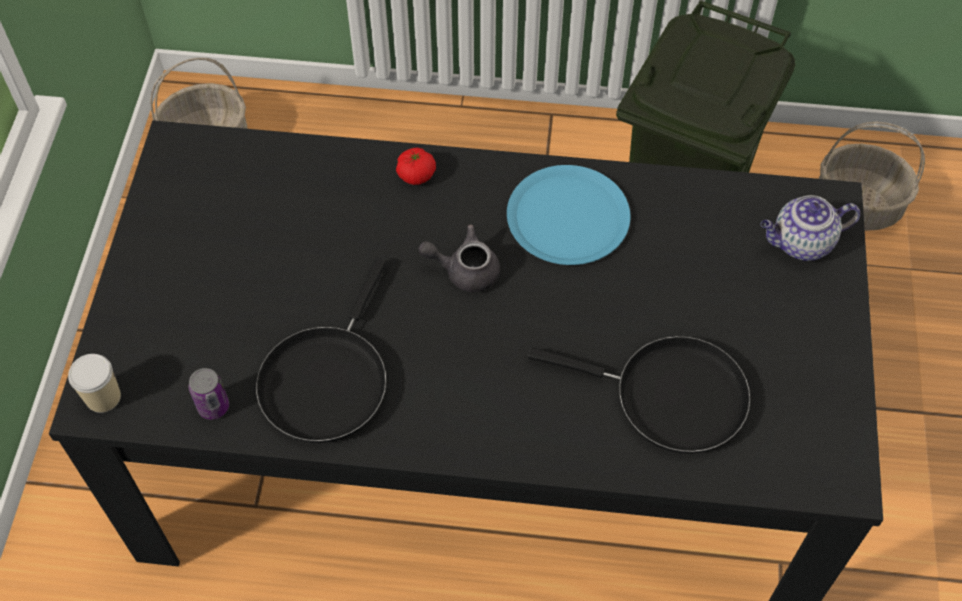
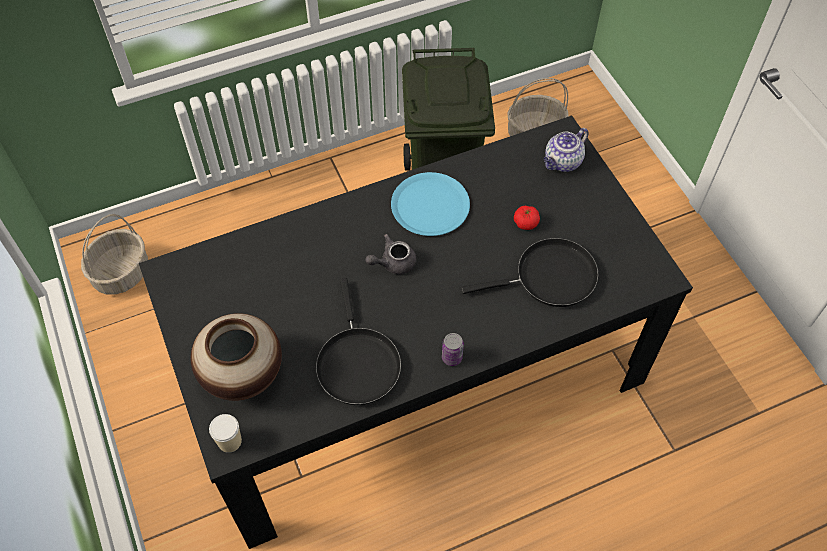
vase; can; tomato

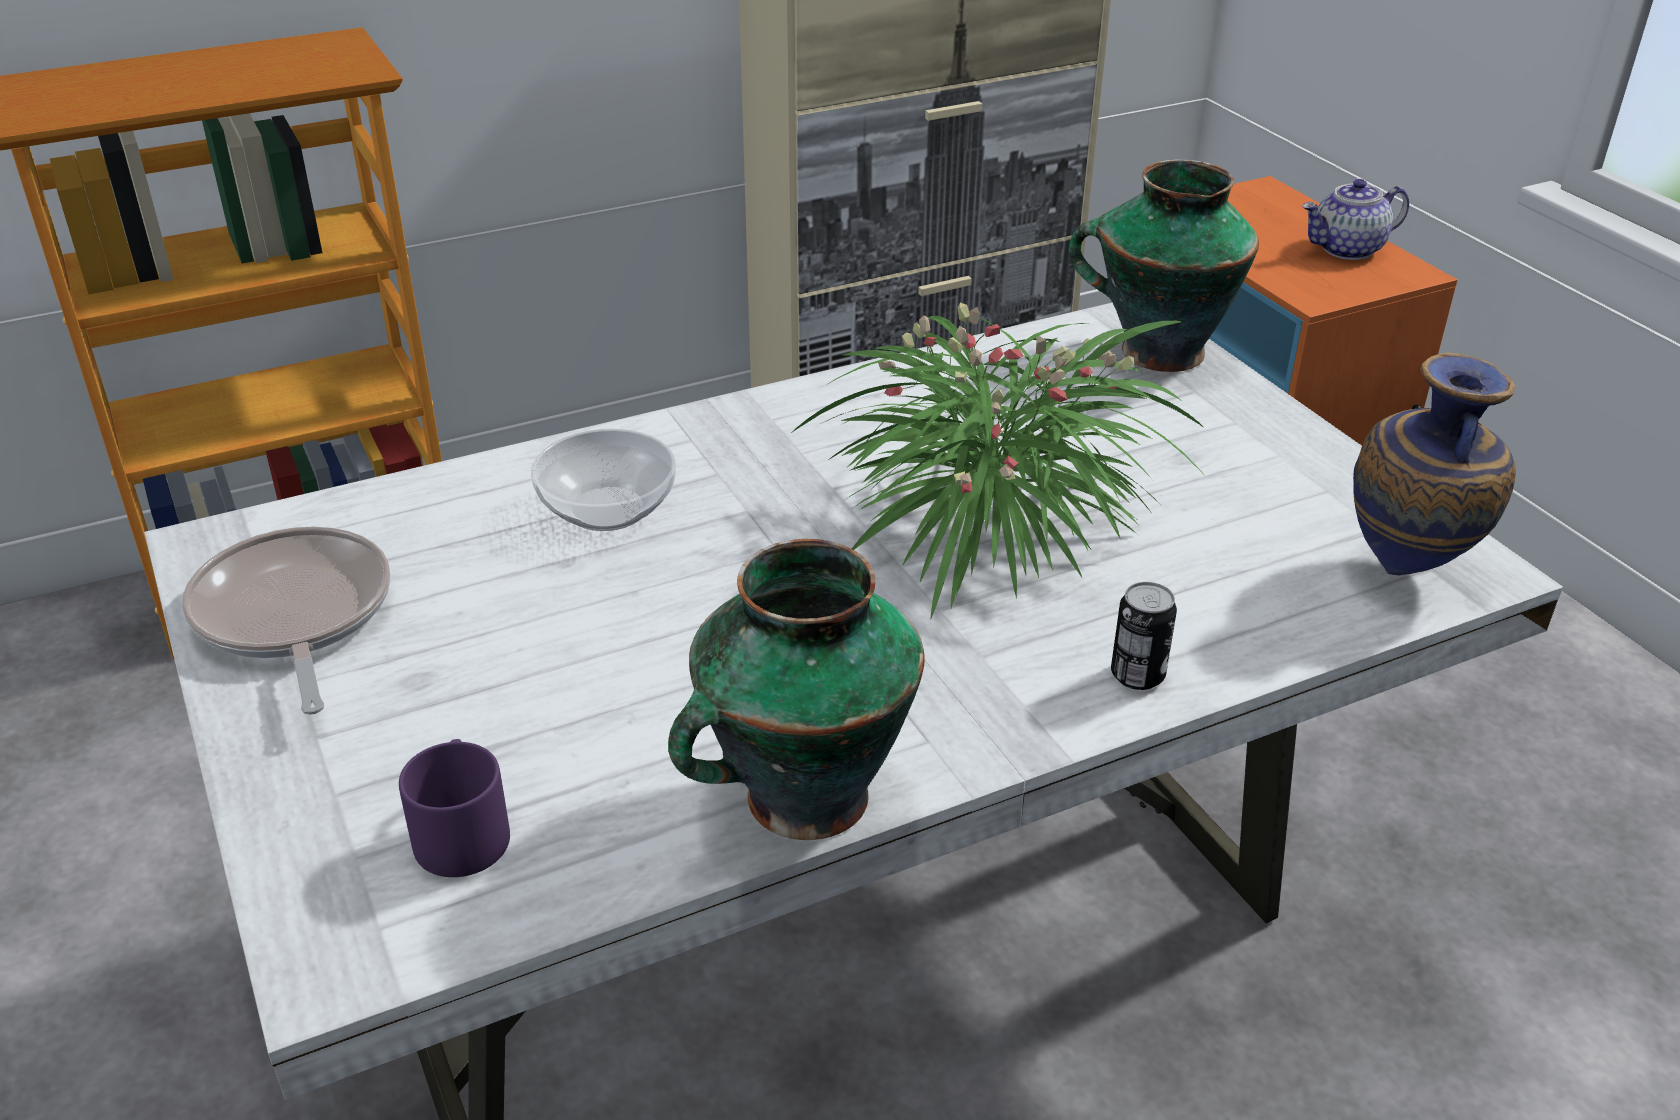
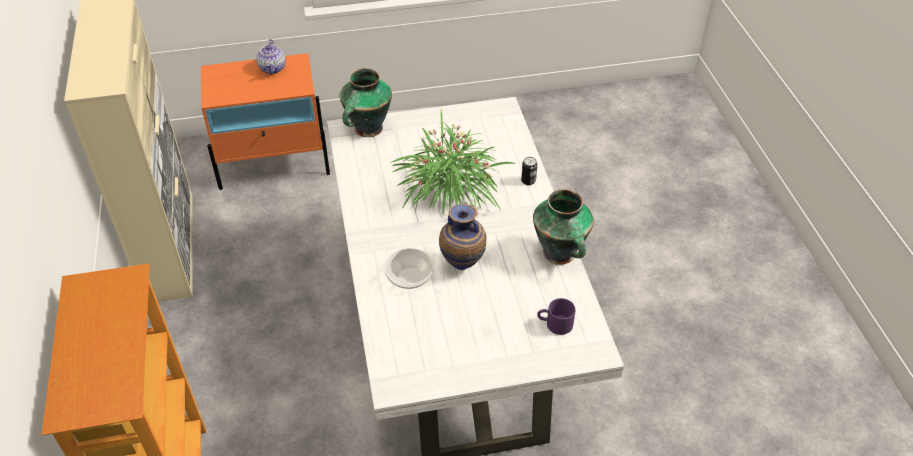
vase (2nd from left); frying pan

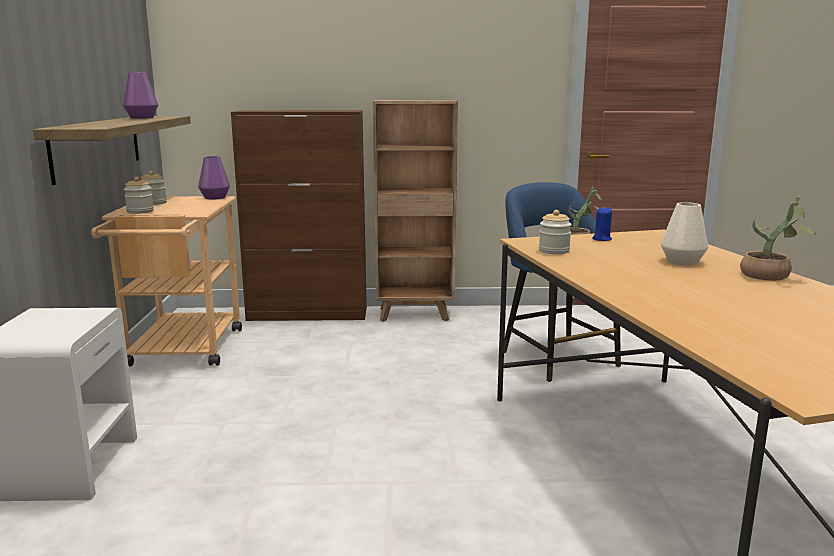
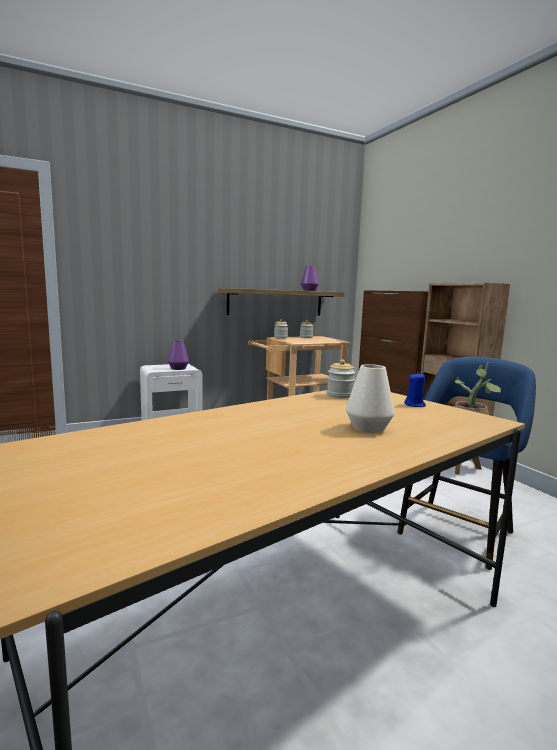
purple vase (1st from left); potted plant (2nd from left in the first image)

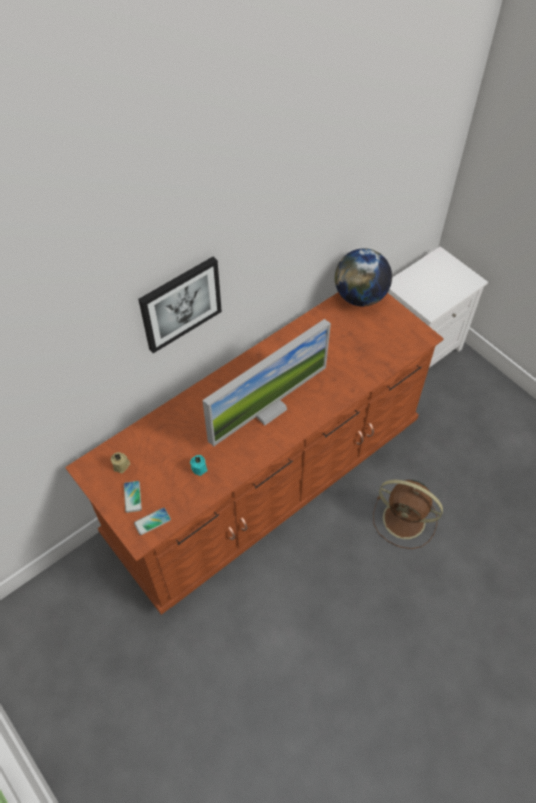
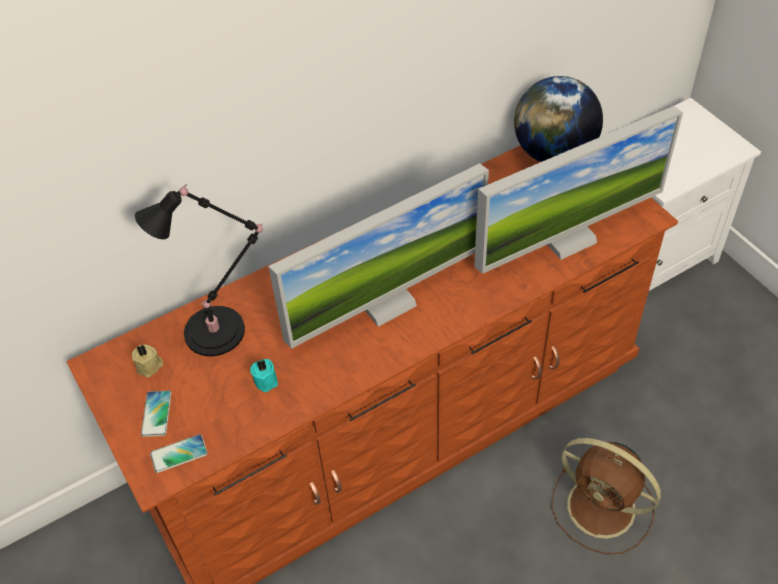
black table lamp; monitor (2nd from left); picture

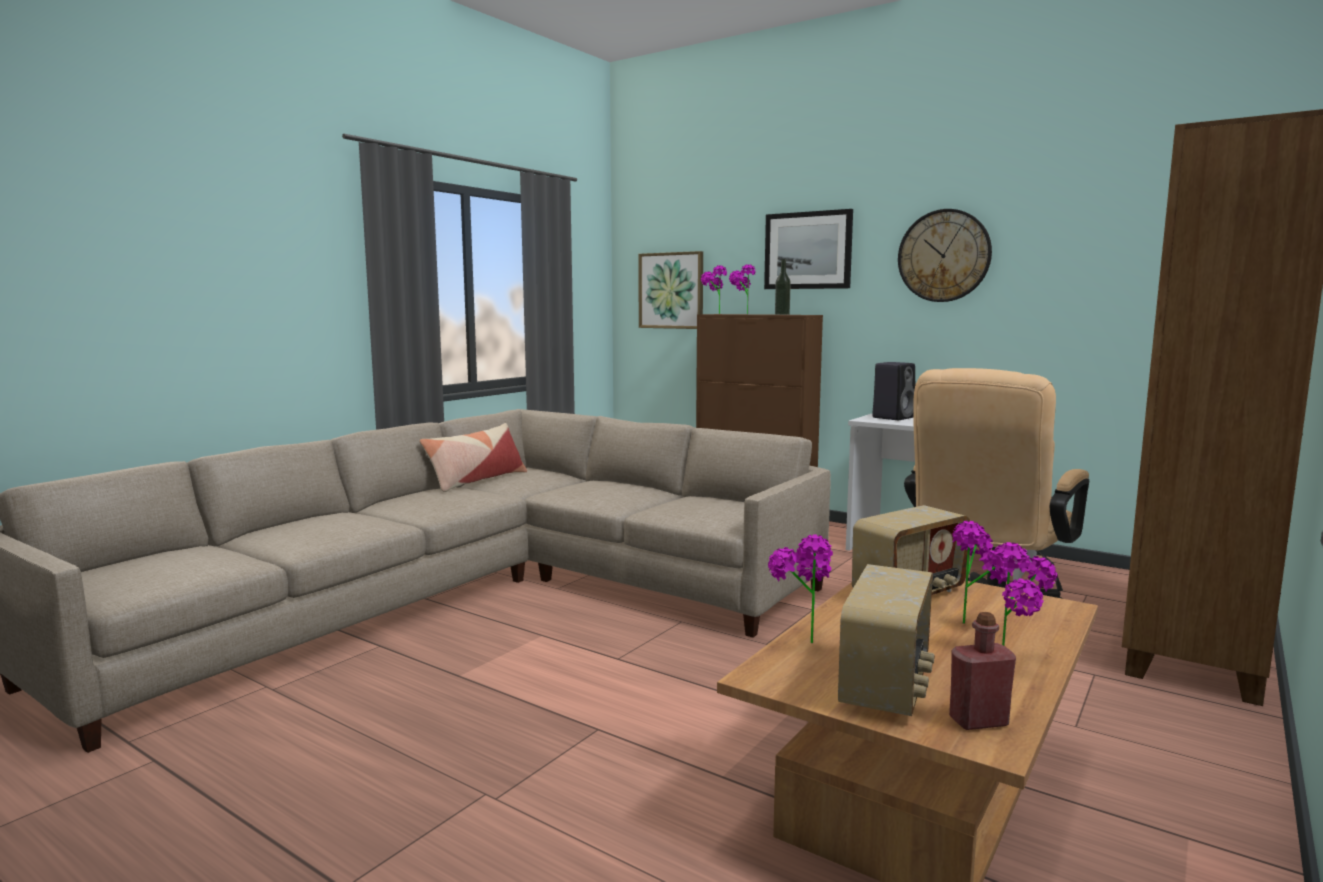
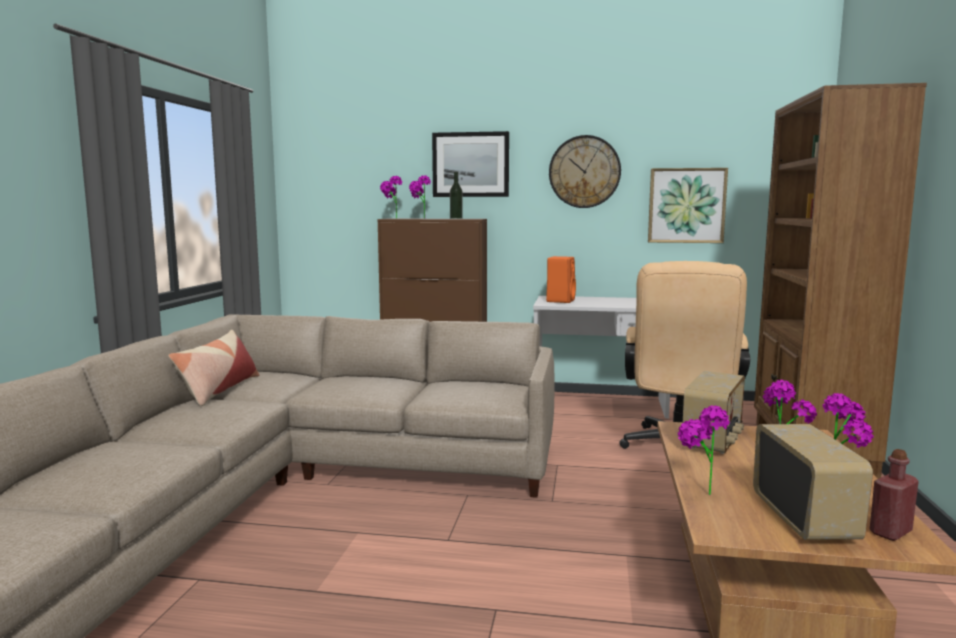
orange speaker; picture (2nd from left)

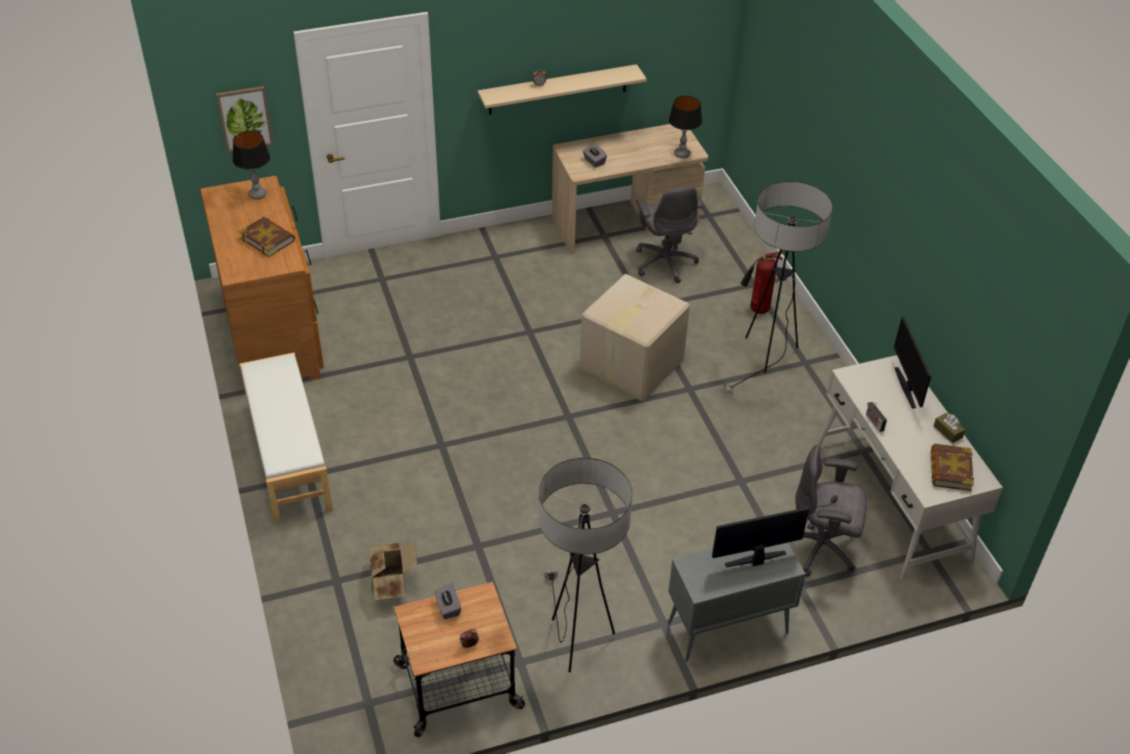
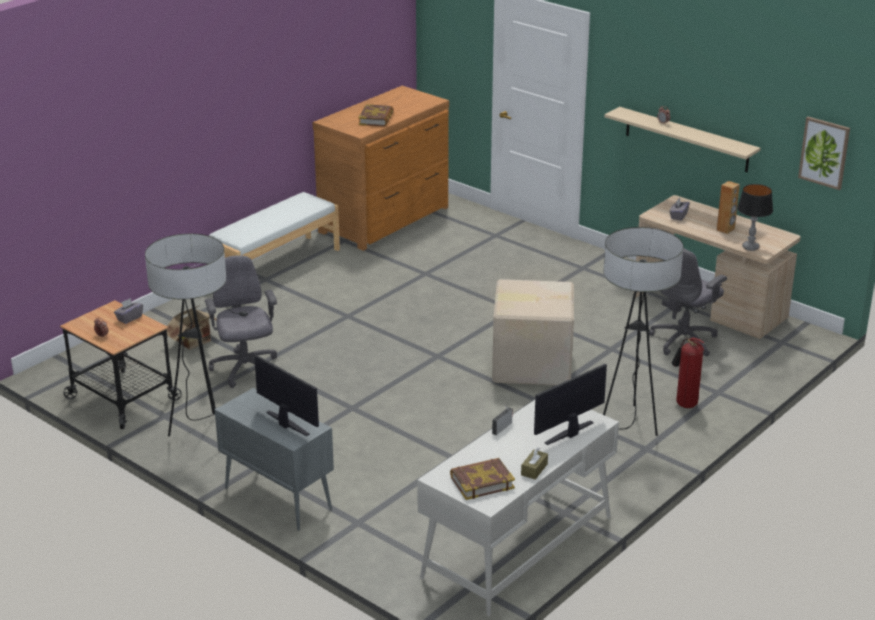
grey office chair (1st from left); brown speaker; picture; table lamp (1st from left in the first image)

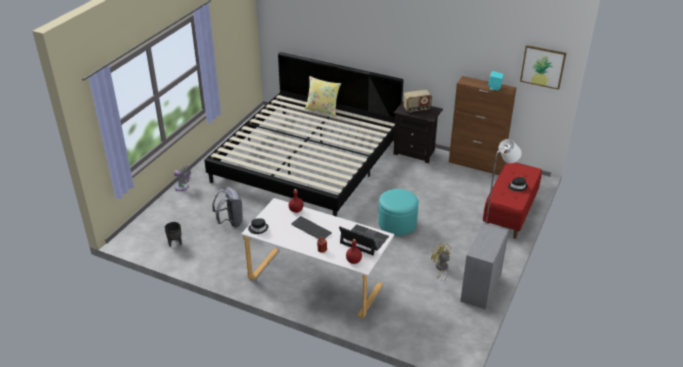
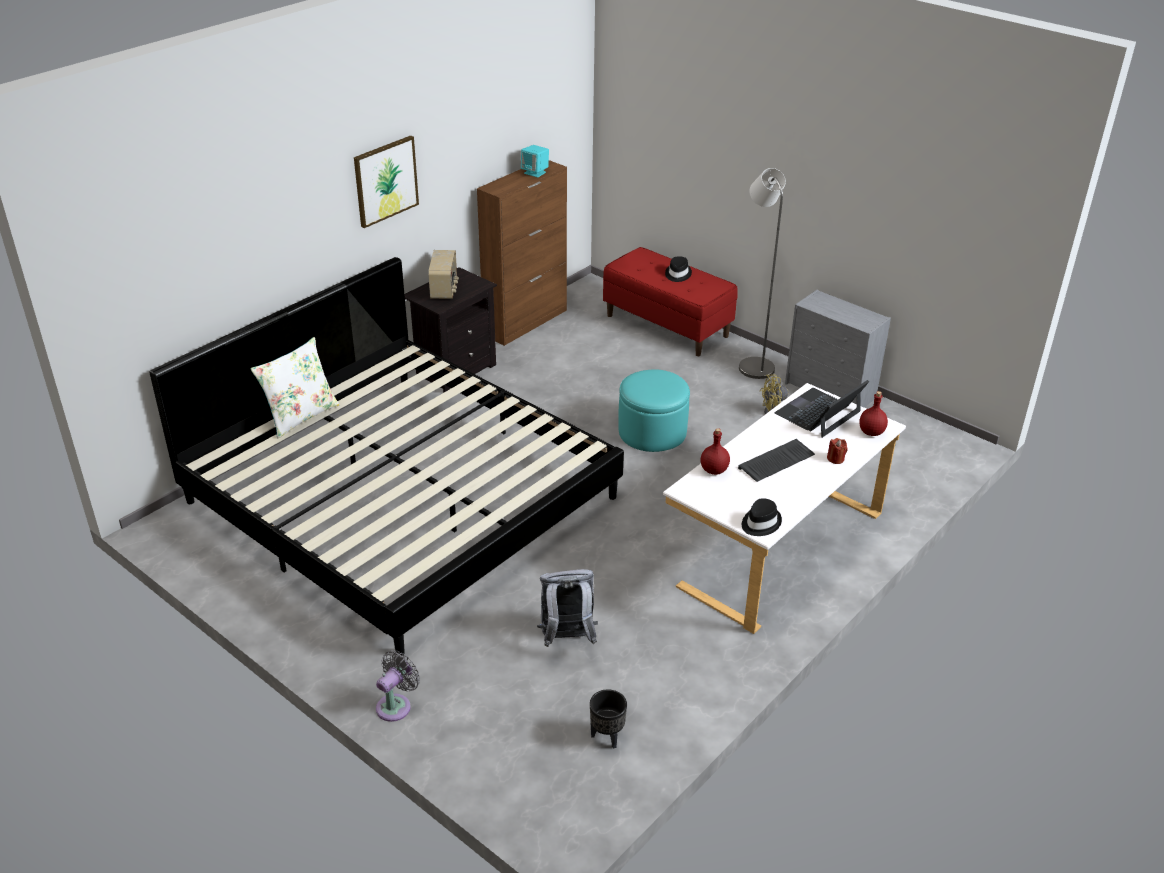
white pillow; picture

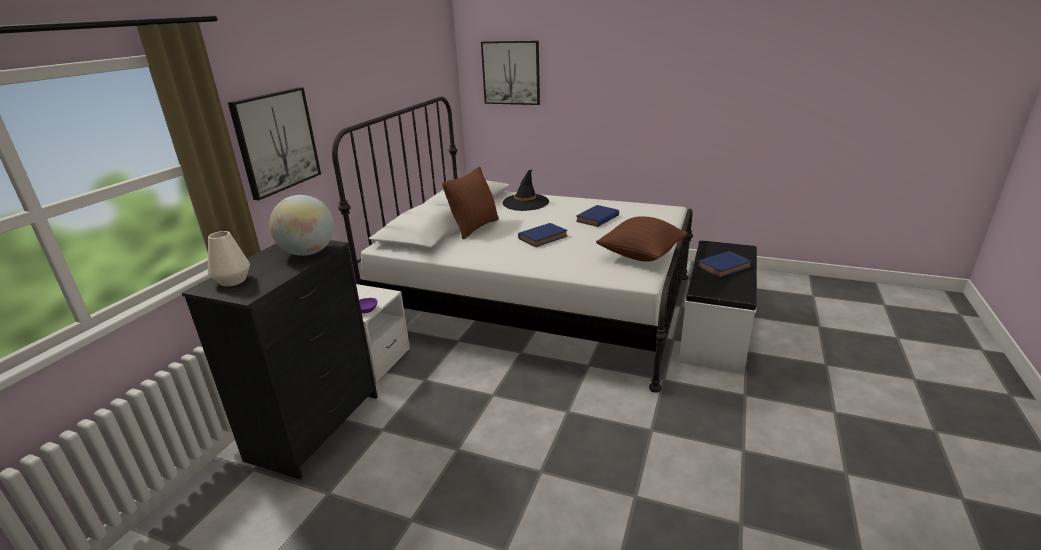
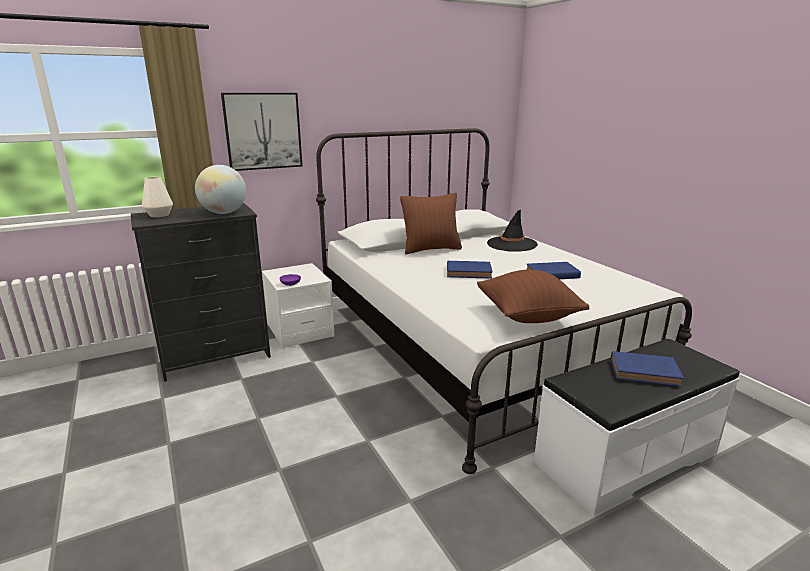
picture (2nd from left in the first image)

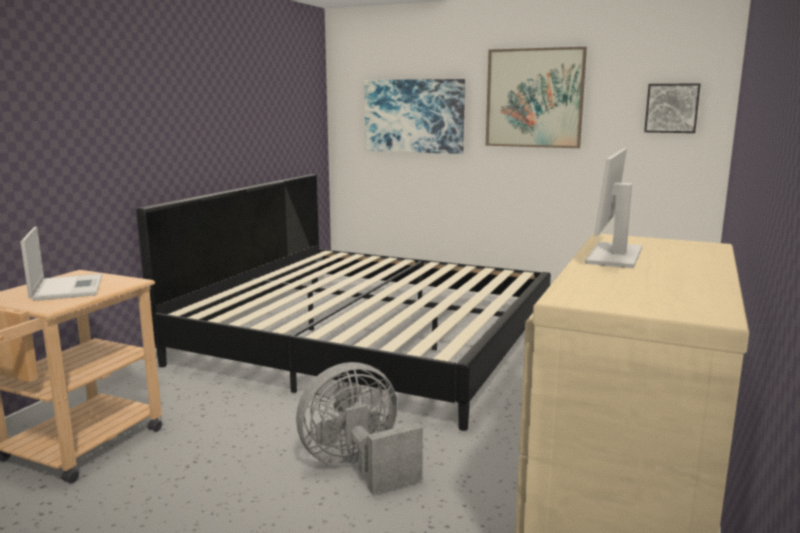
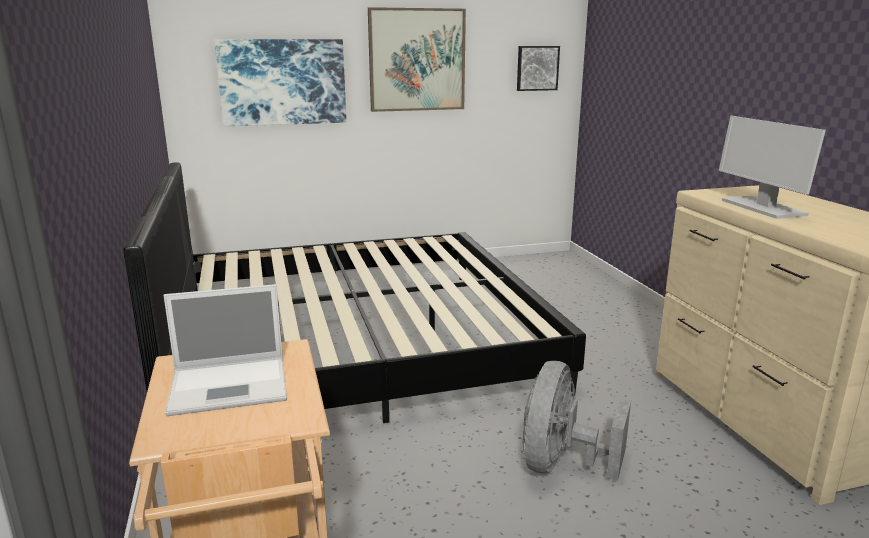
laptop

